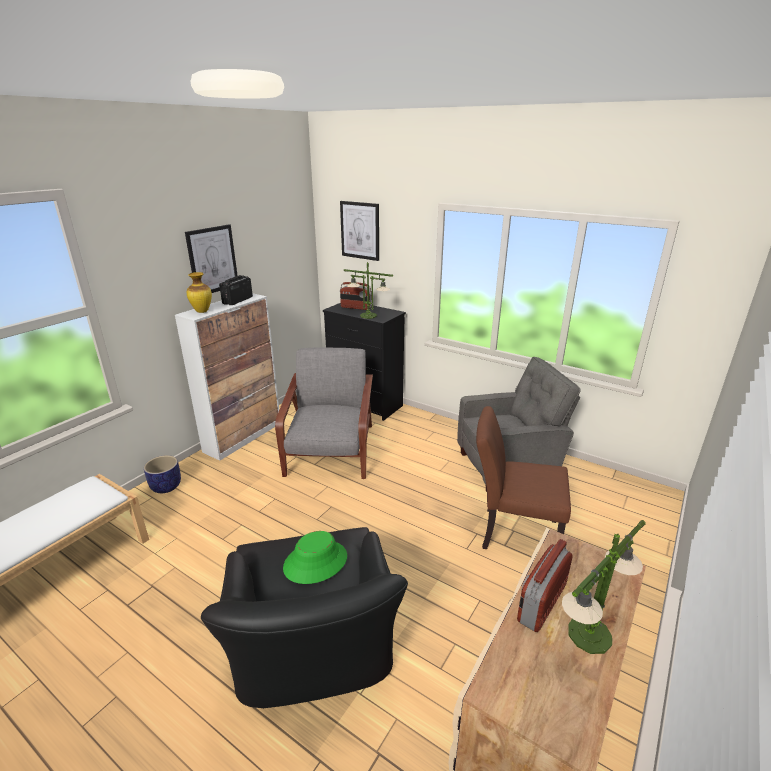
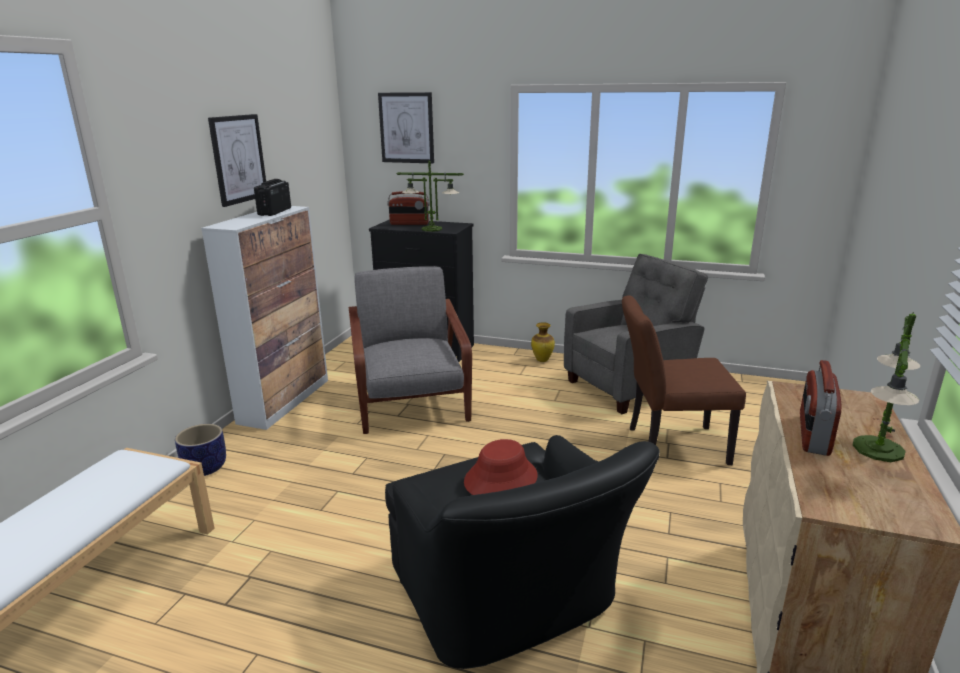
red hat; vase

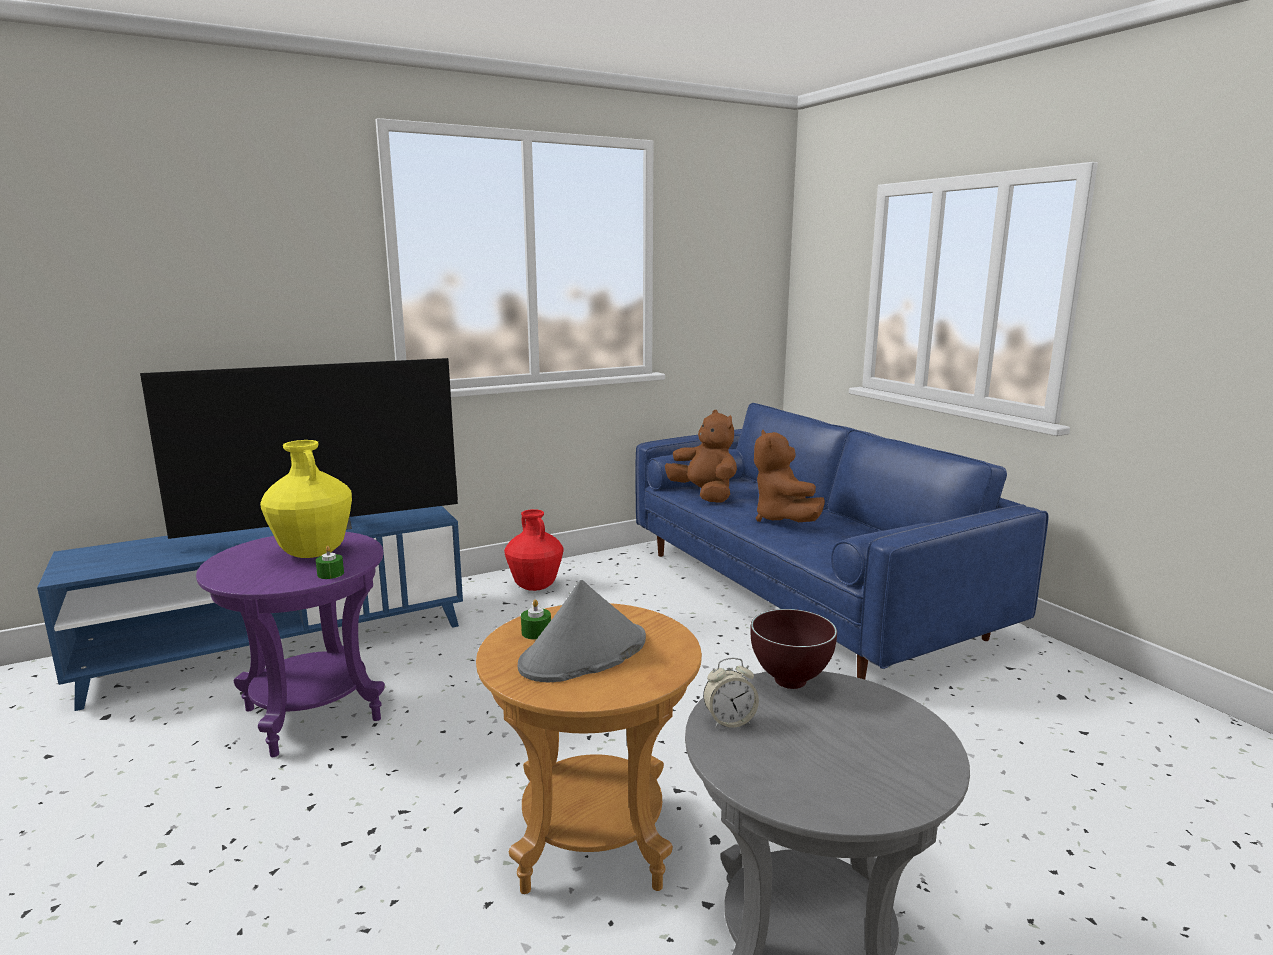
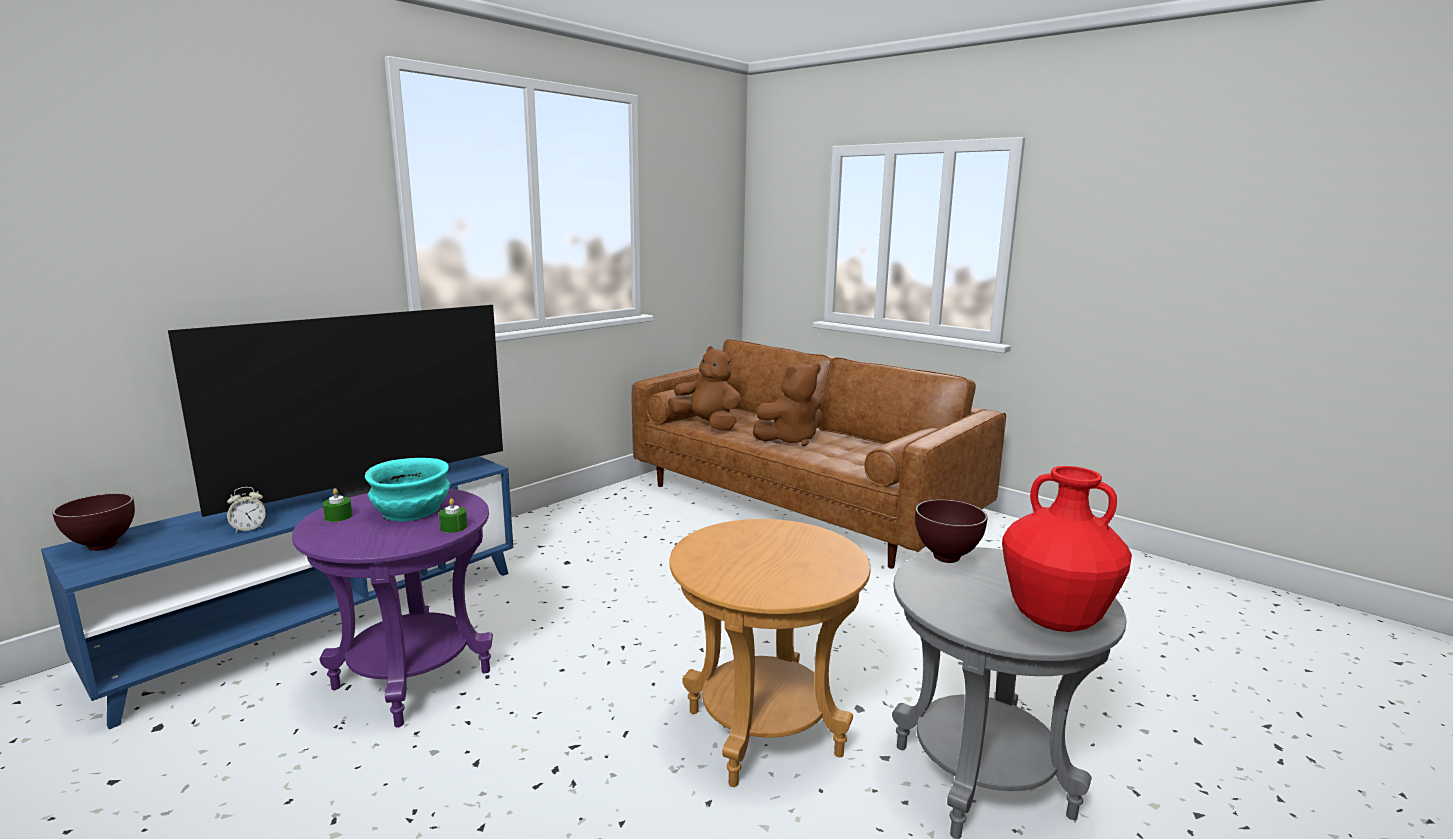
brown bowl (1st from left); alarm clock; green candle (1st from left); turquoise bowl; brown sofa; brown plush toy (2nd from left); red vase; grey hat

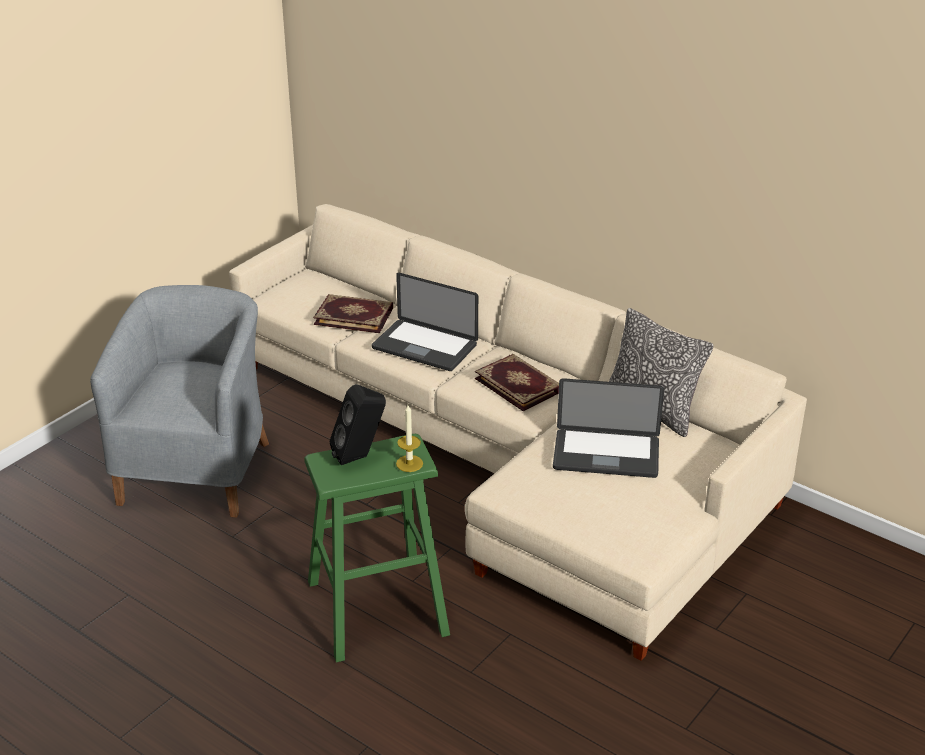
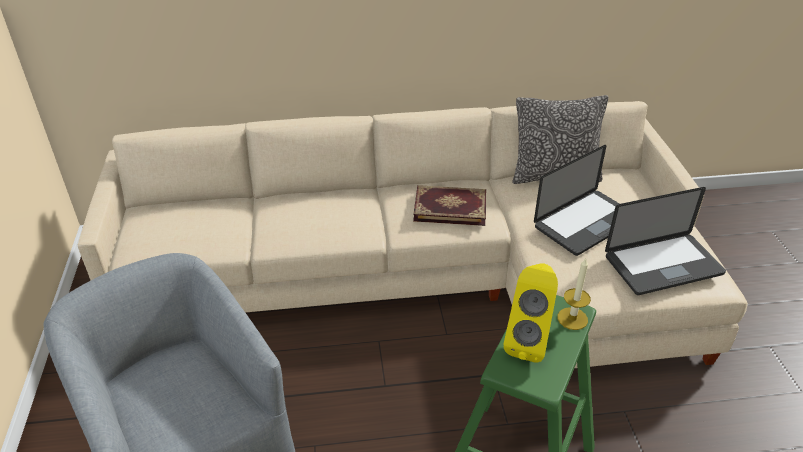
yellow speaker; laptop (2nd from left); book (1st from left in the first image)

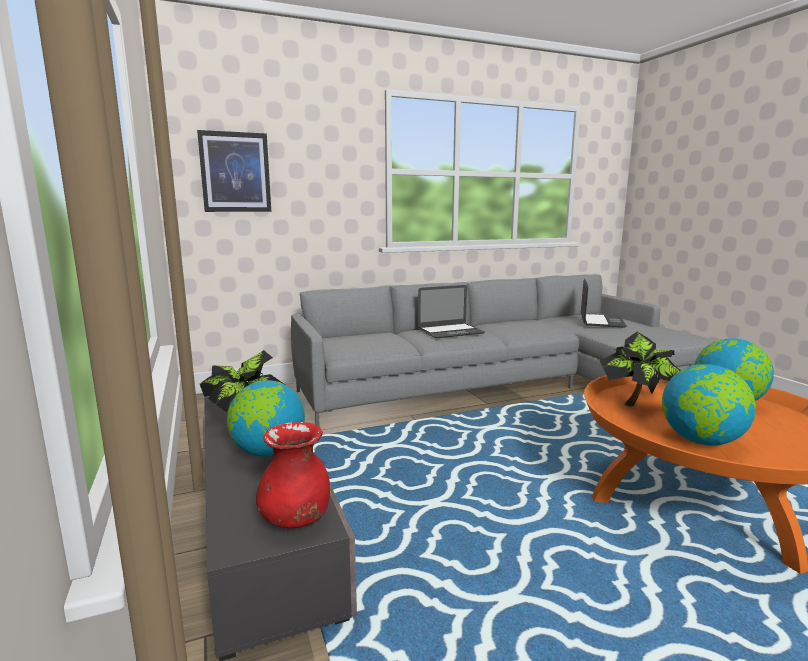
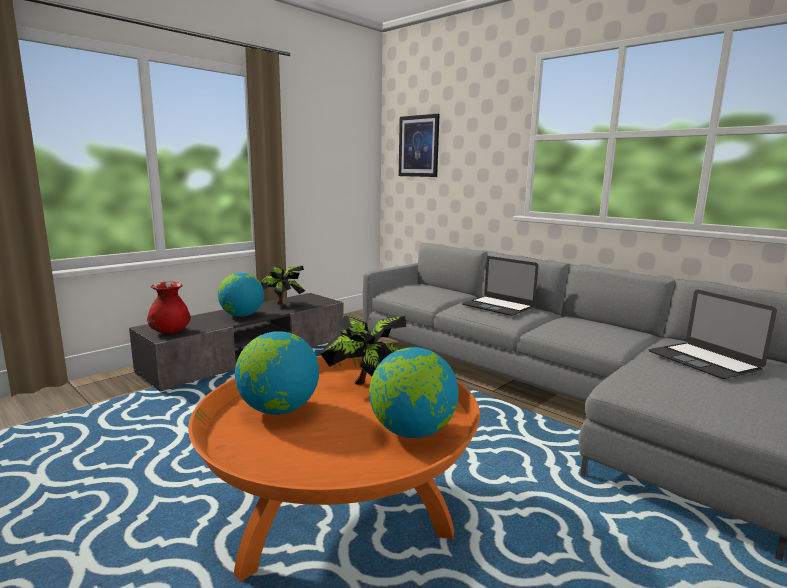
laptop (2nd from left)

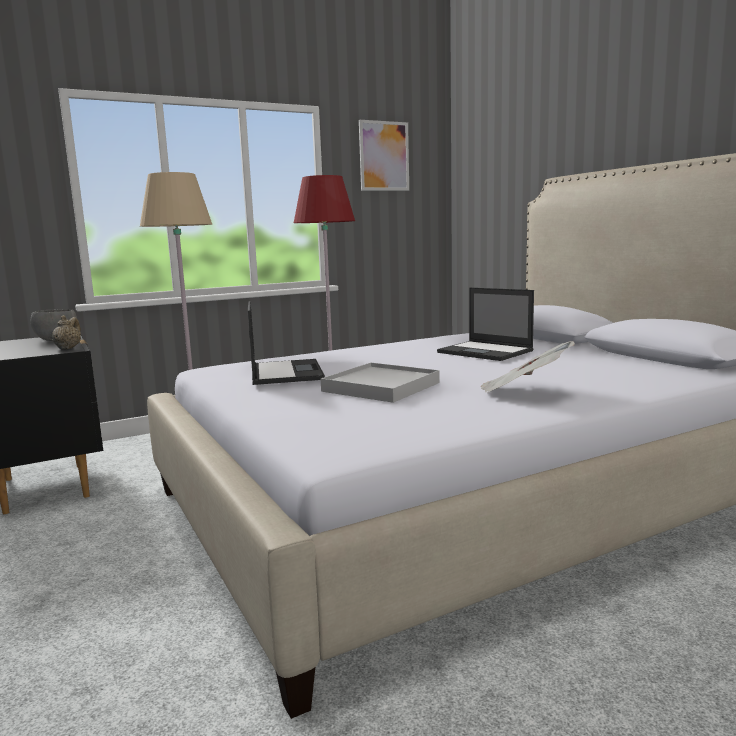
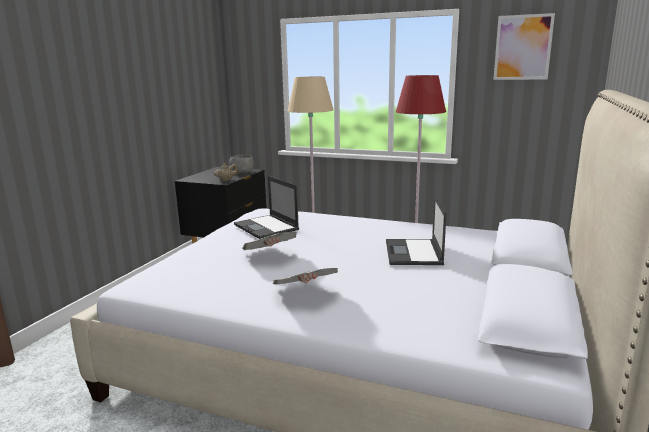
laptop (1st from left); newspaper (1st from left)

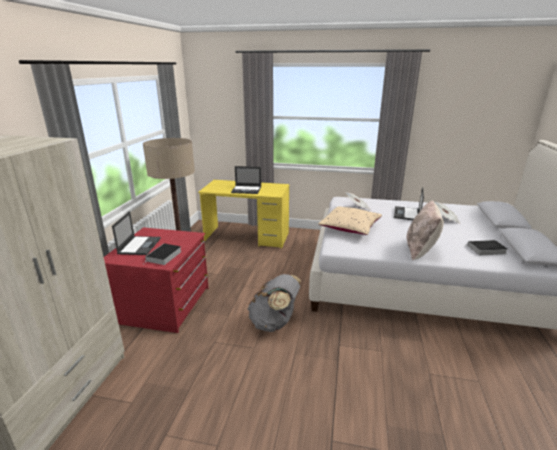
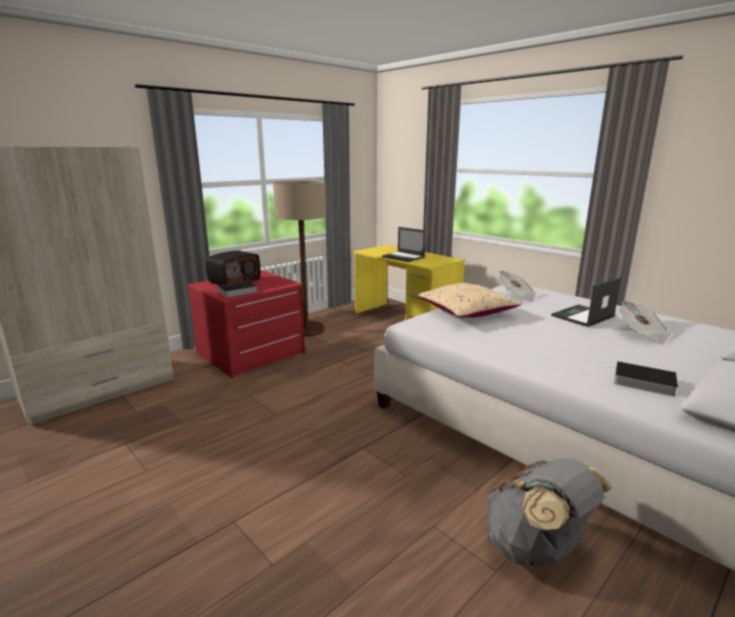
radio; grey backpack; beige pillow (2nd from left in the first image)

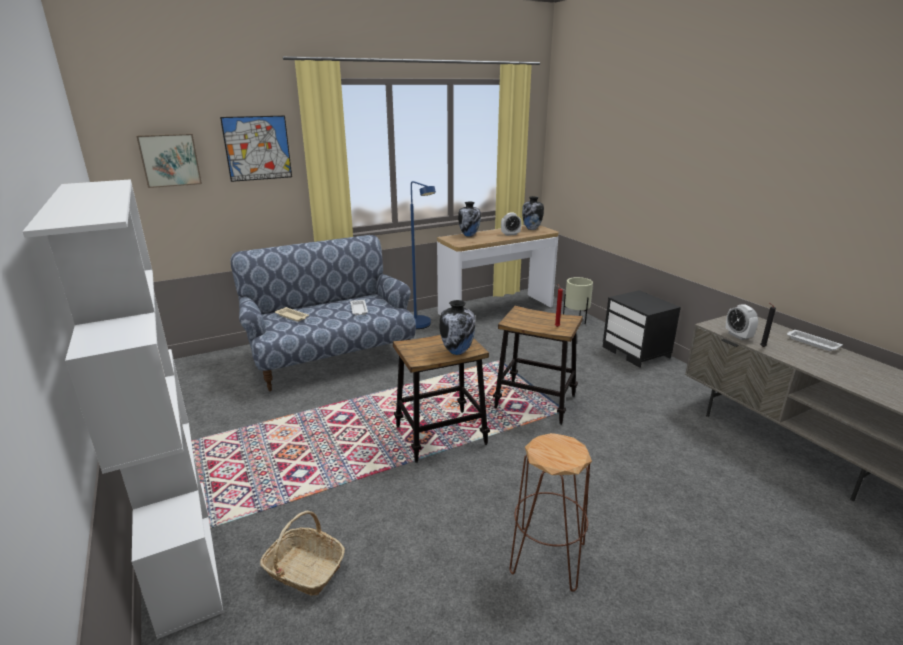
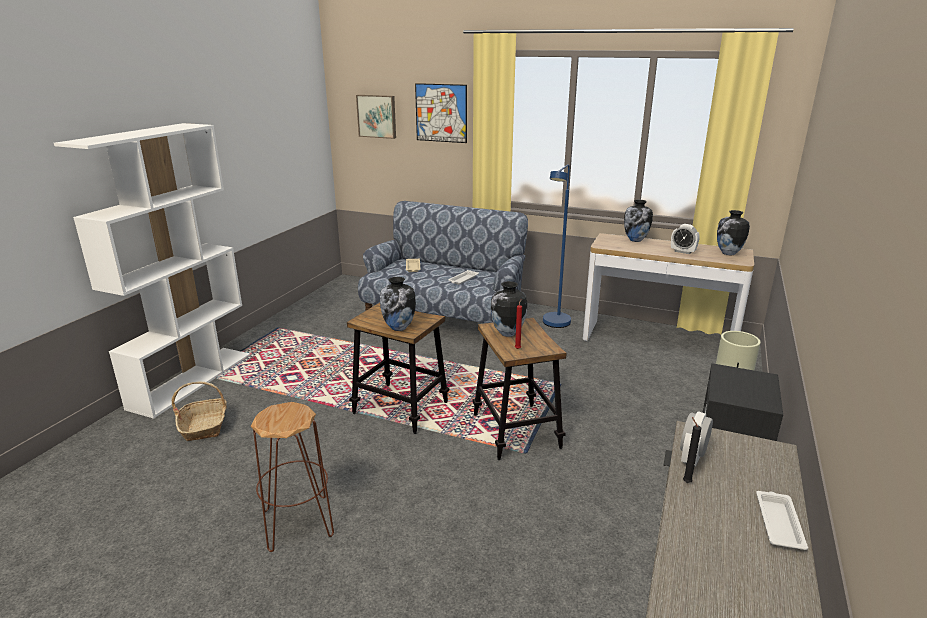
vase (2nd from left)

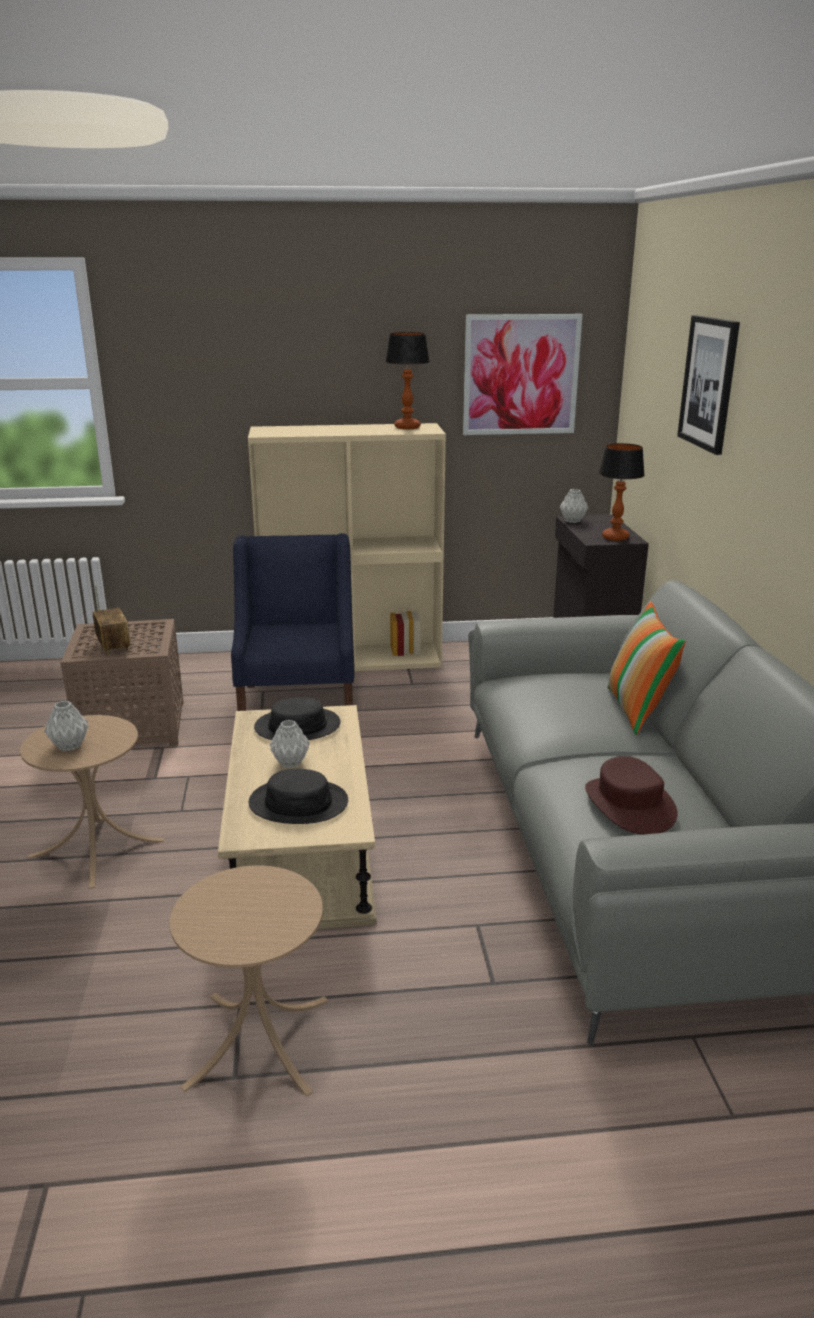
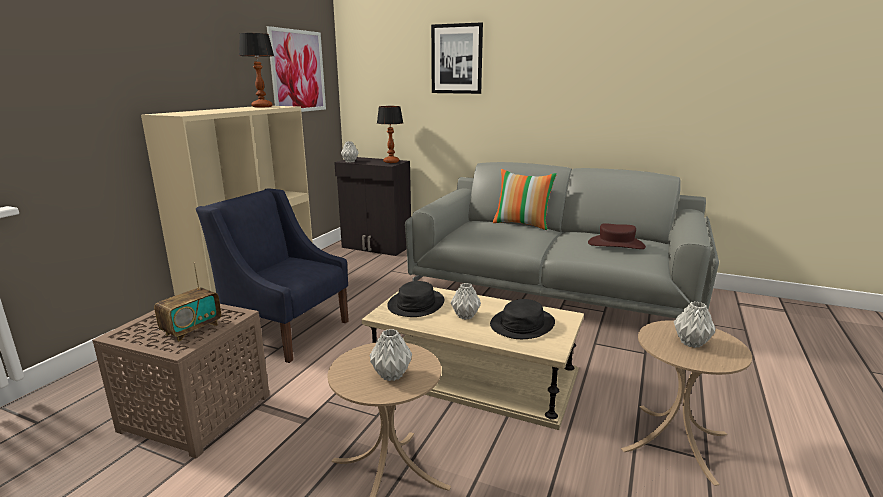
radio; grey vase (4th from left)

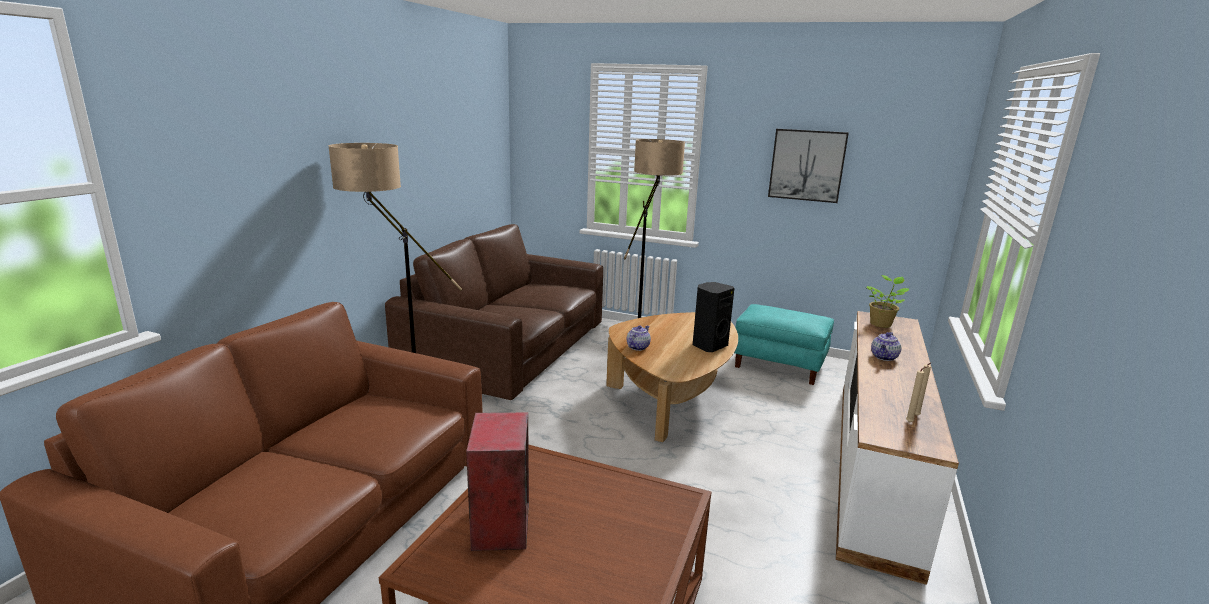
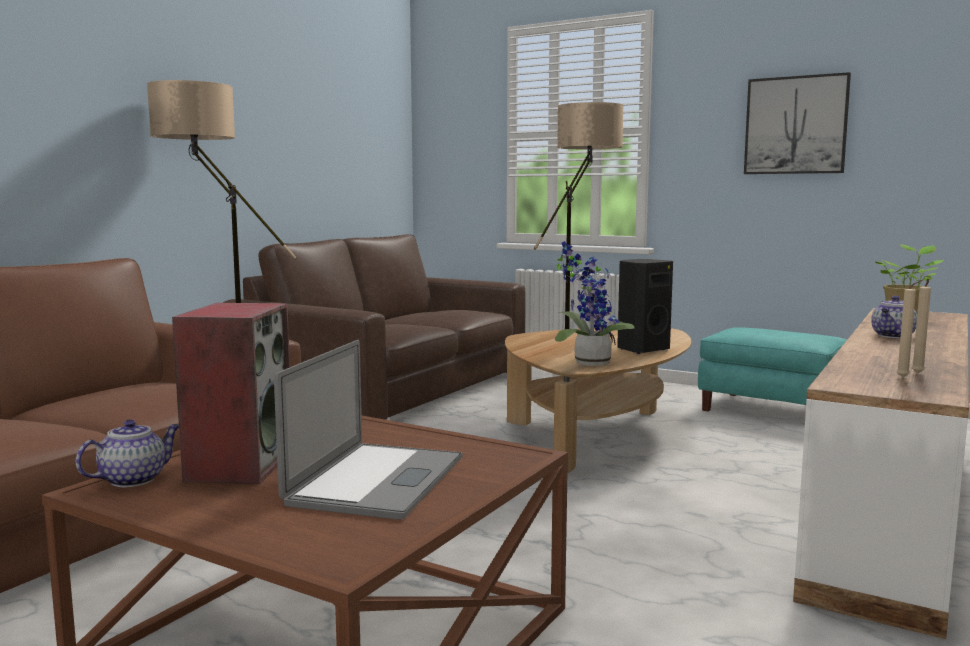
teapot (1st from left); laptop; potted plant (1st from left)

